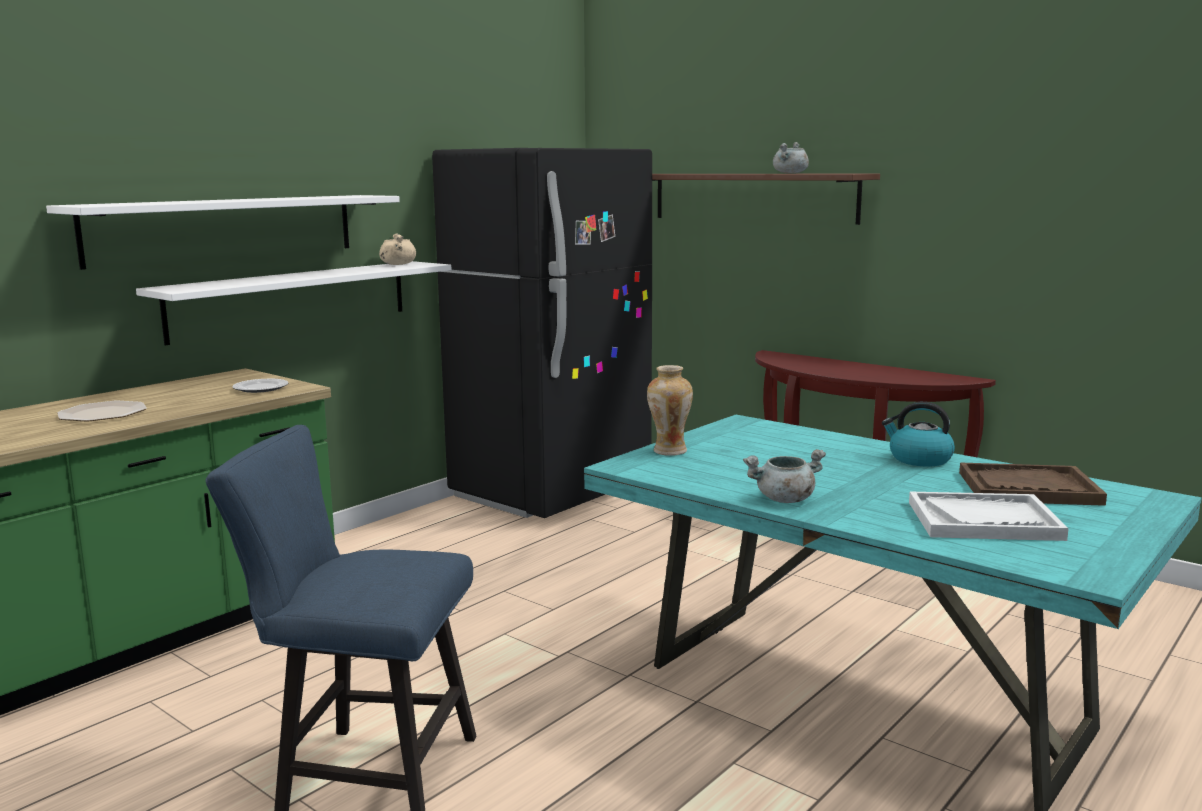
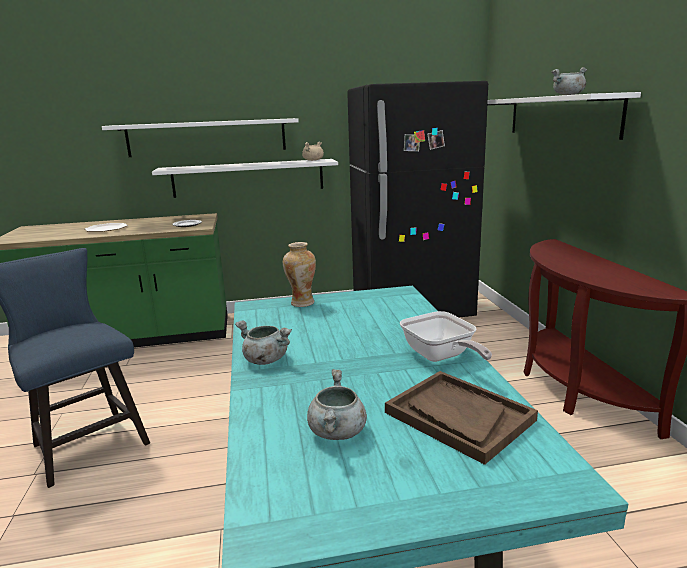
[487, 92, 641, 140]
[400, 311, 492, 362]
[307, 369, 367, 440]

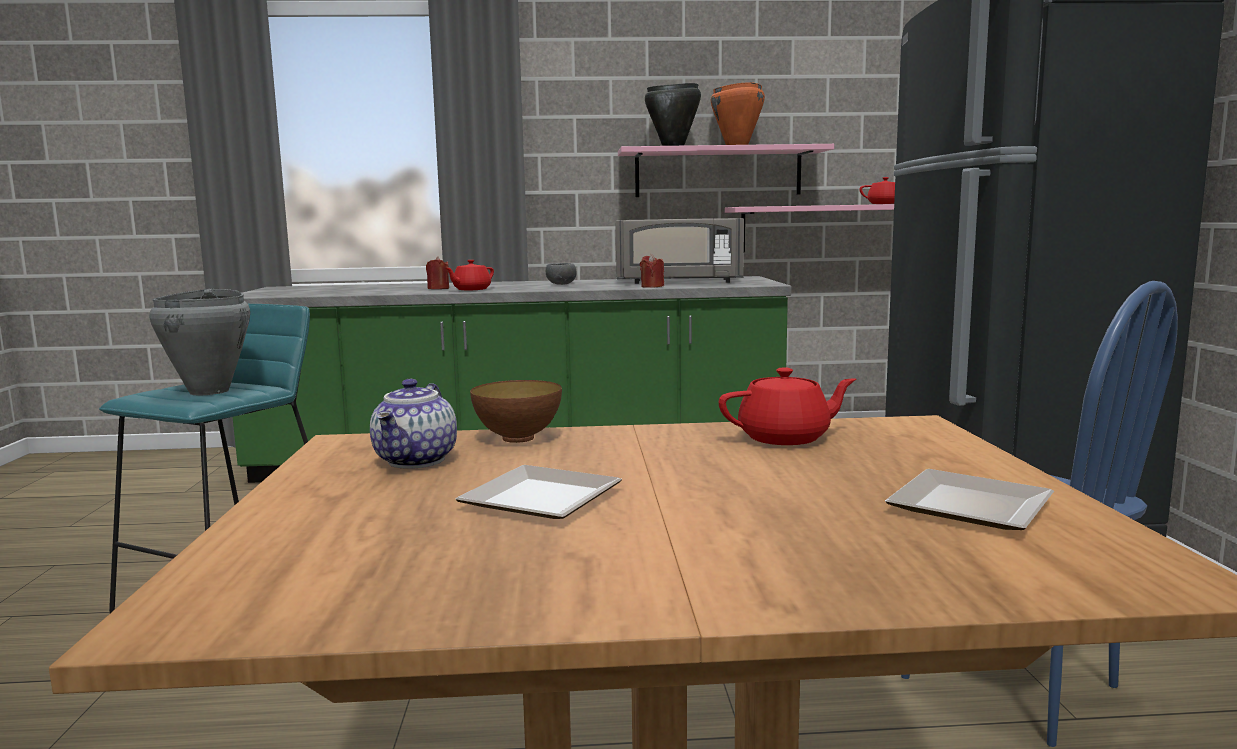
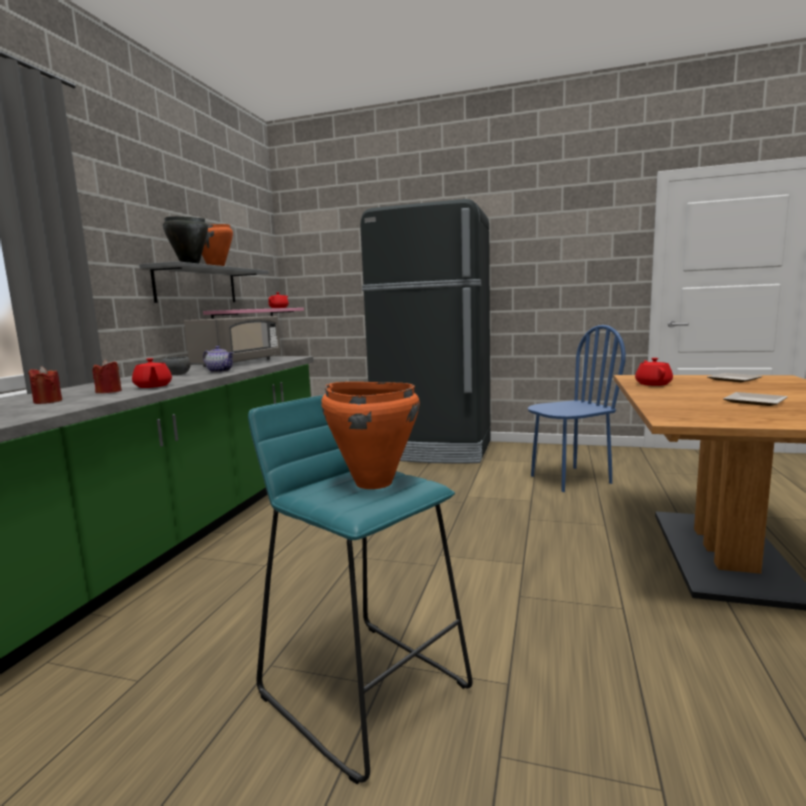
[321, 382, 420, 489]
[203, 346, 234, 373]
[470, 380, 562, 443] (first image)
[139, 261, 269, 303]
[28, 366, 62, 404]

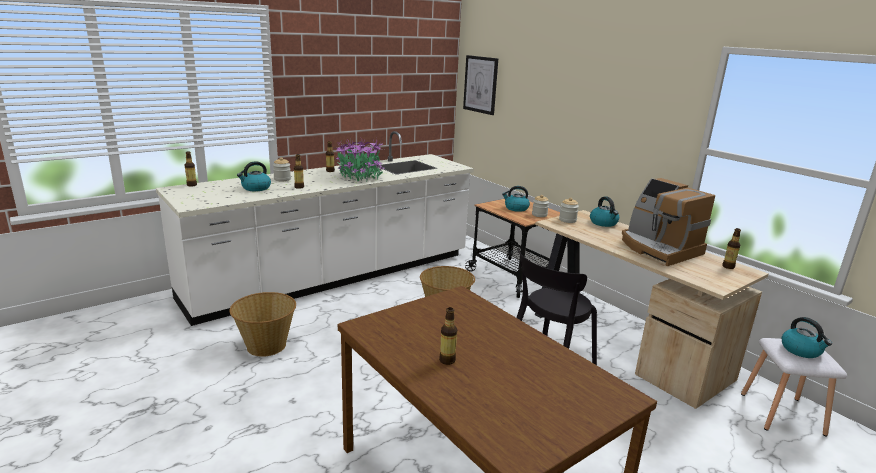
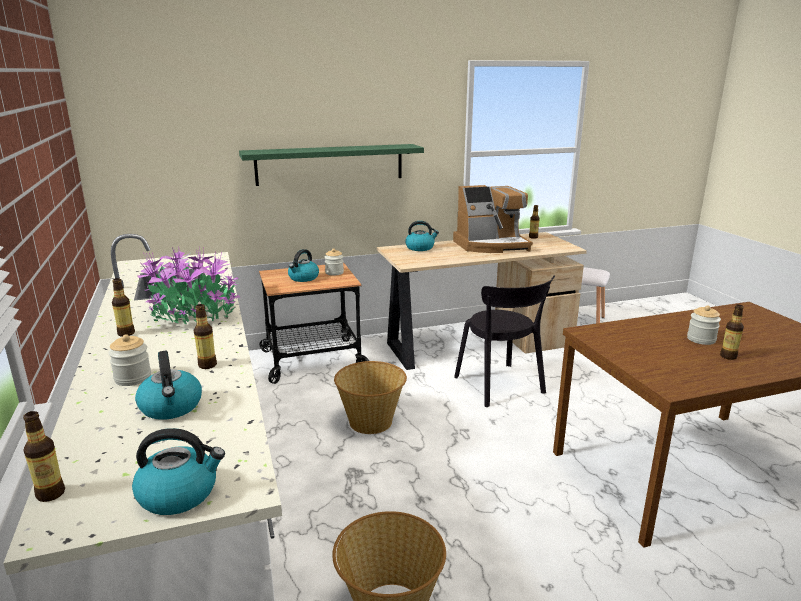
[463, 55, 498, 115] (first image)
[687, 305, 721, 345]
[132, 428, 225, 515]
[239, 144, 424, 186]

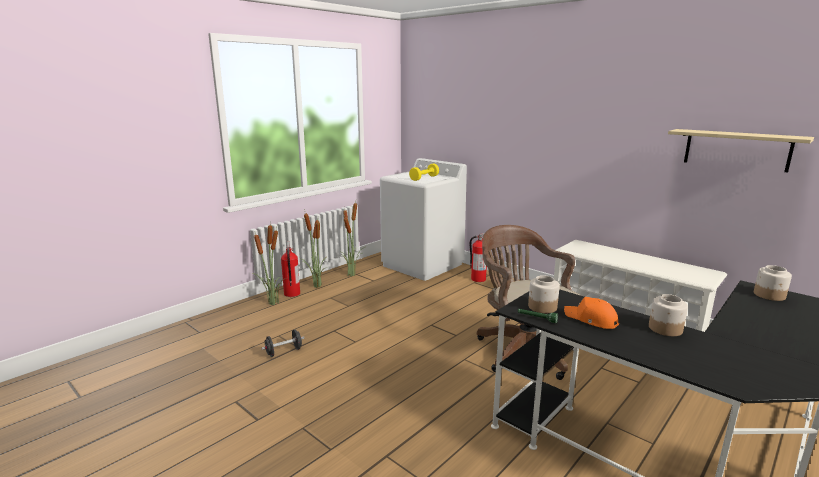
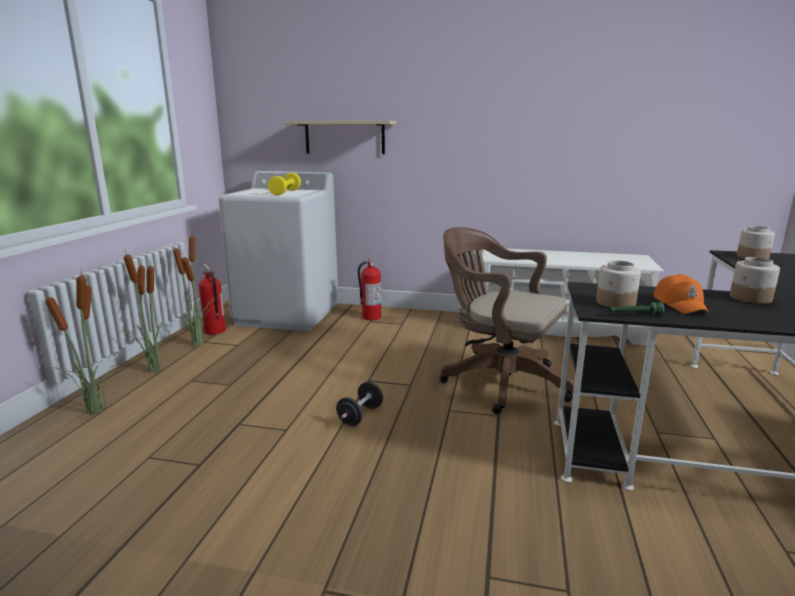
[336, 382, 383, 426]
[199, 263, 226, 335]
[653, 274, 709, 314]
[284, 121, 396, 154]

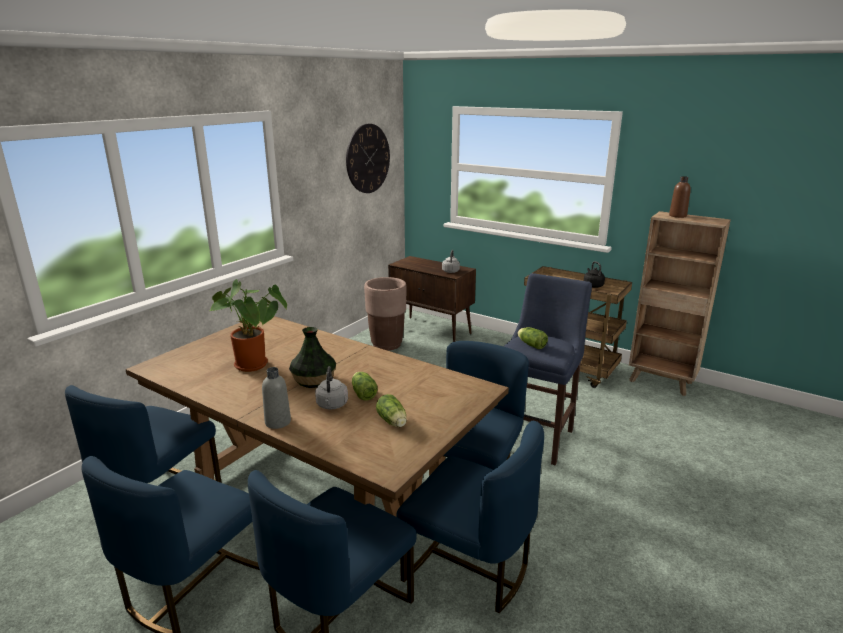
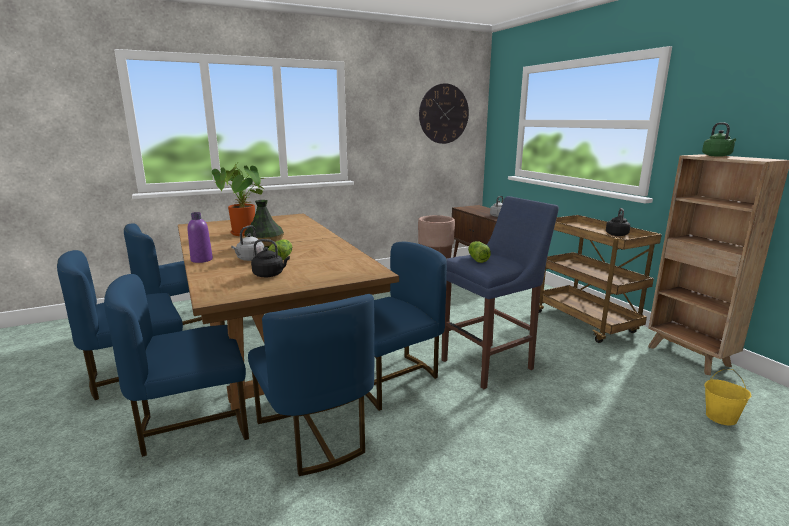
[187, 212, 213, 263]
[251, 239, 290, 277]
[702, 122, 736, 157]
[705, 369, 751, 425]

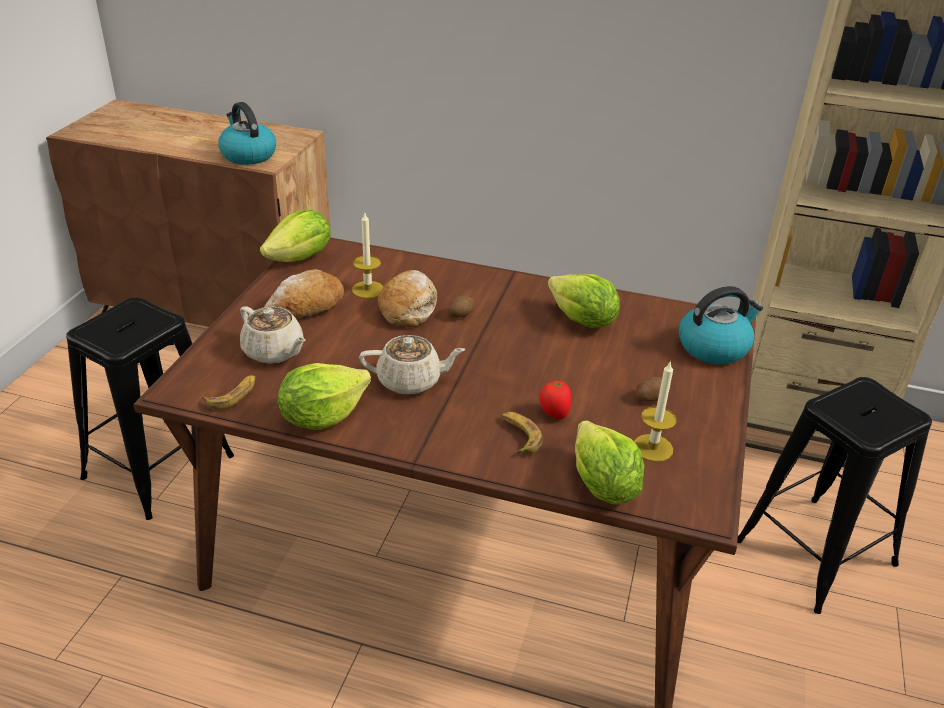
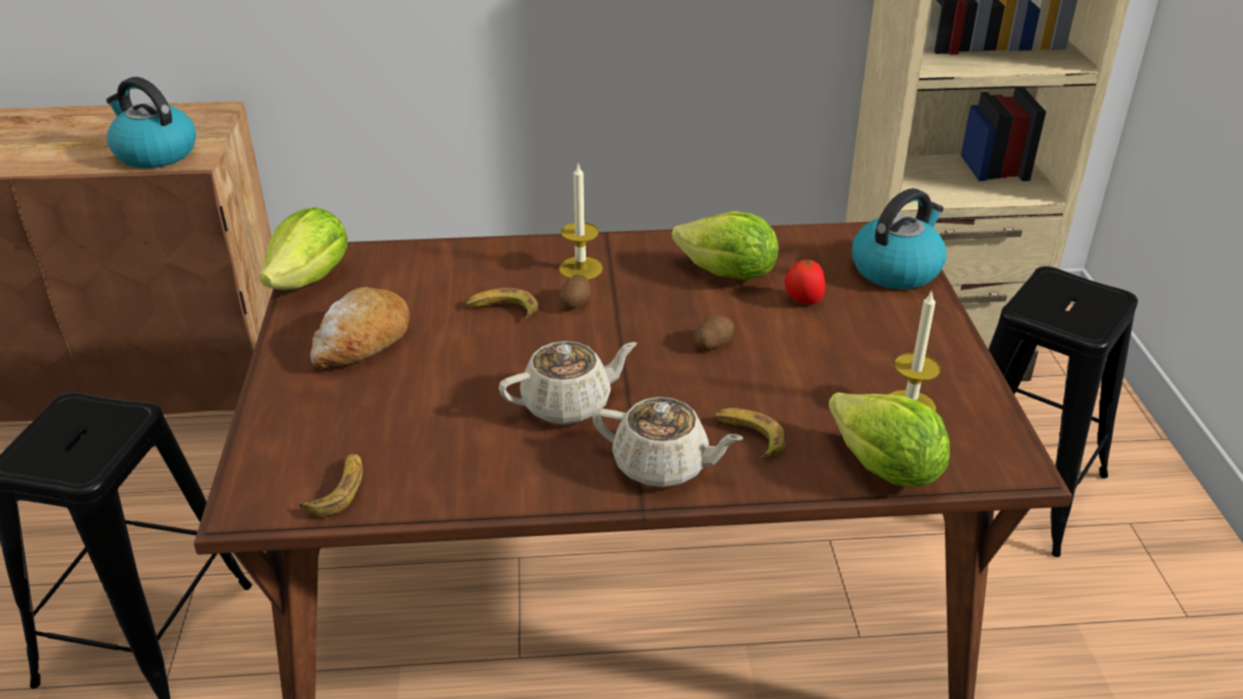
[592, 397, 744, 488]
[278, 363, 371, 430] (first image)
[559, 162, 603, 280]
[465, 288, 538, 318]
[785, 259, 825, 304]
[694, 315, 734, 350]

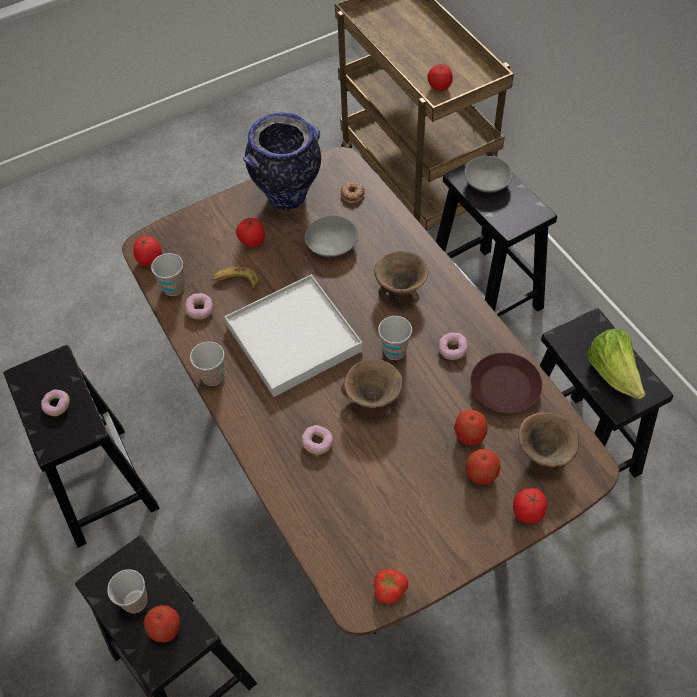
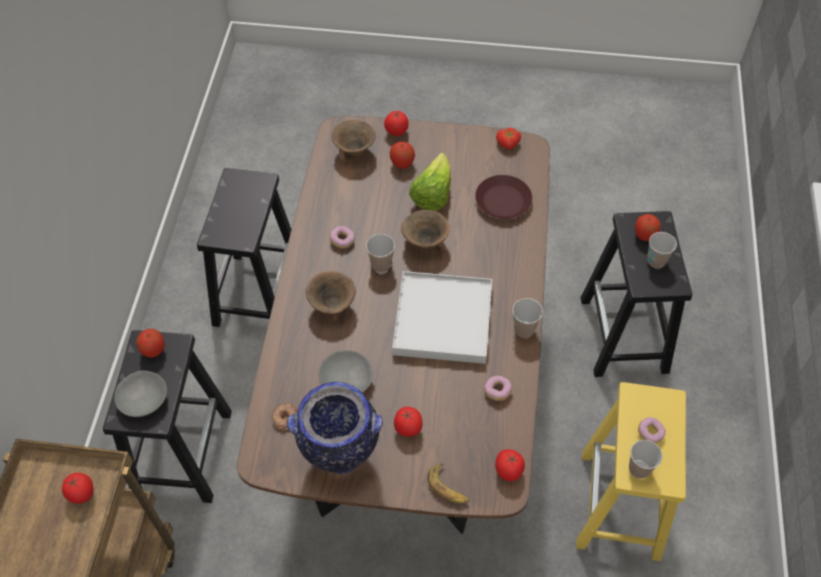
[576, 382, 686, 561]
[629, 440, 662, 479]
[427, 464, 469, 503]
[301, 425, 333, 455] (first image)
[136, 329, 165, 358]
[475, 175, 532, 219]
[409, 153, 451, 210]

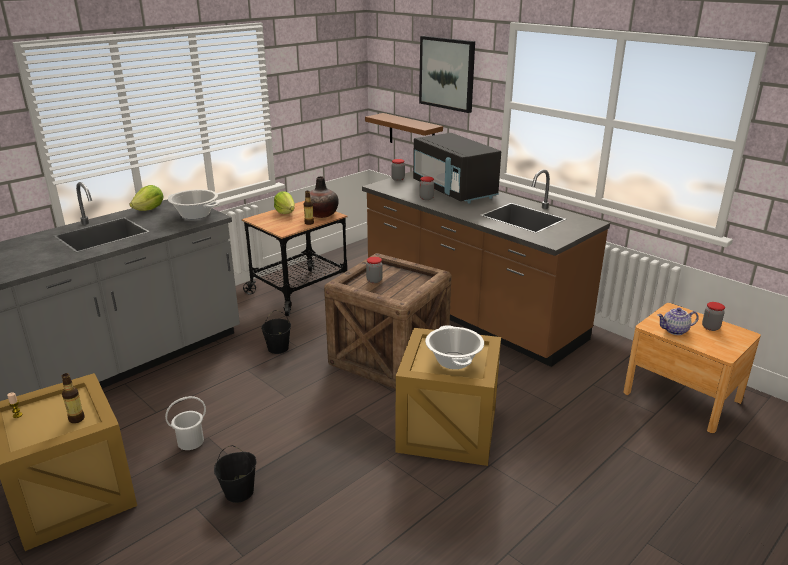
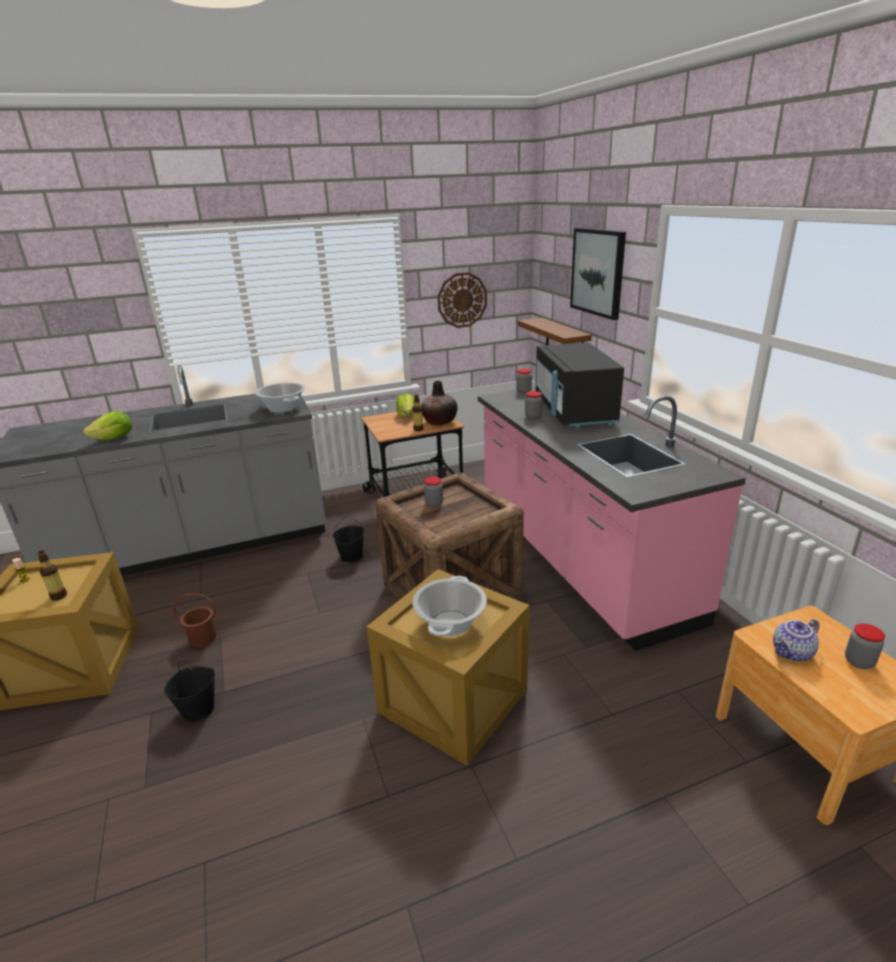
[83, 411, 132, 440]
[173, 593, 217, 648]
[478, 387, 746, 651]
[773, 619, 819, 662]
[438, 272, 487, 328]

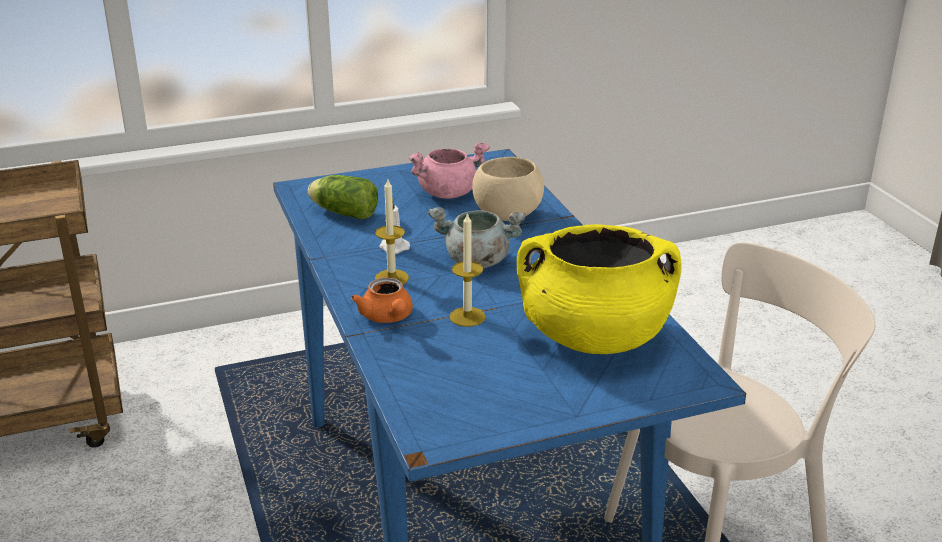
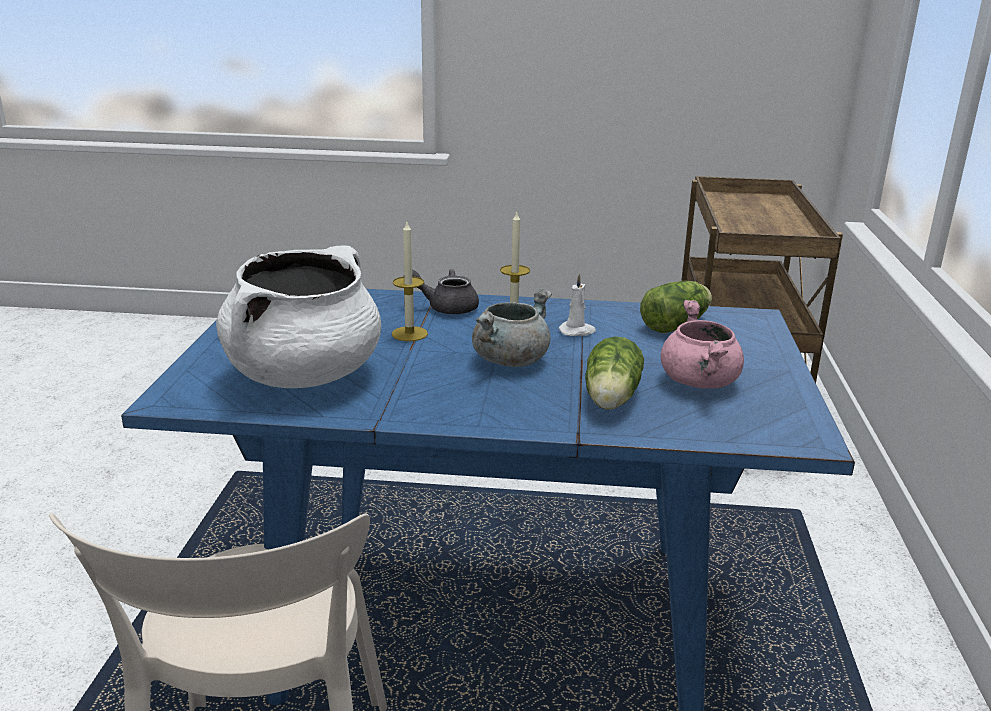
[412, 269, 479, 314]
[585, 336, 644, 410]
[216, 246, 381, 388]

